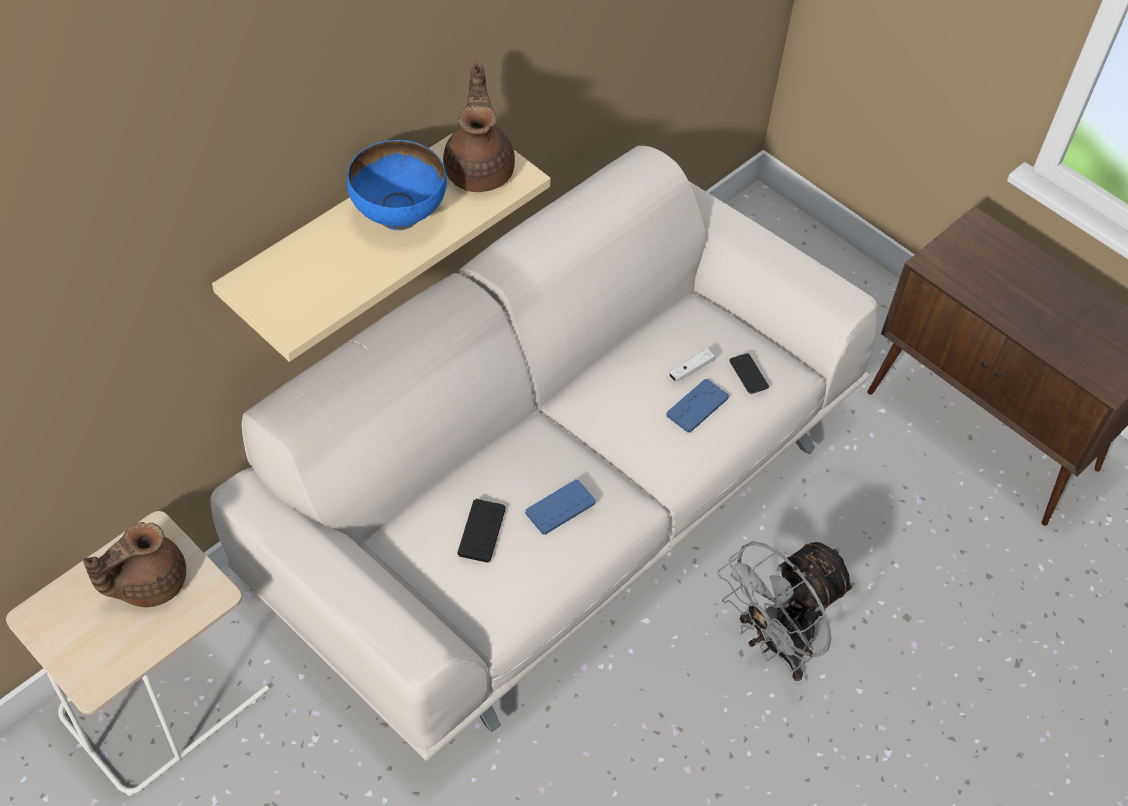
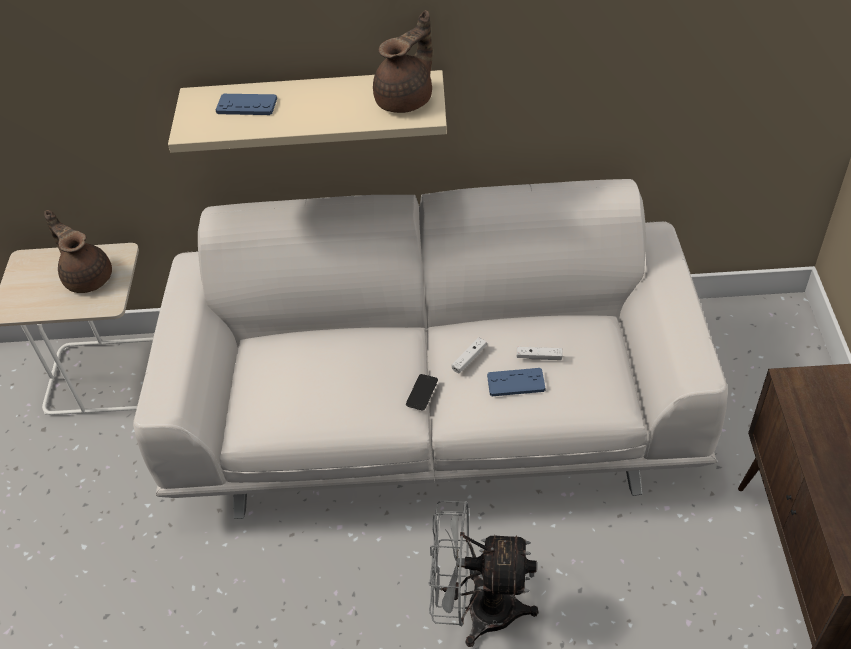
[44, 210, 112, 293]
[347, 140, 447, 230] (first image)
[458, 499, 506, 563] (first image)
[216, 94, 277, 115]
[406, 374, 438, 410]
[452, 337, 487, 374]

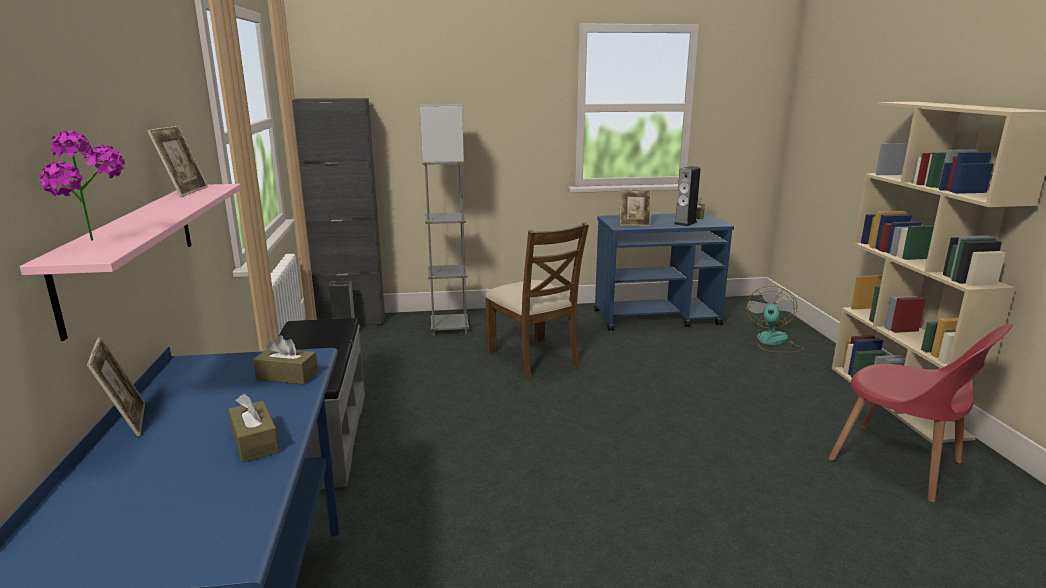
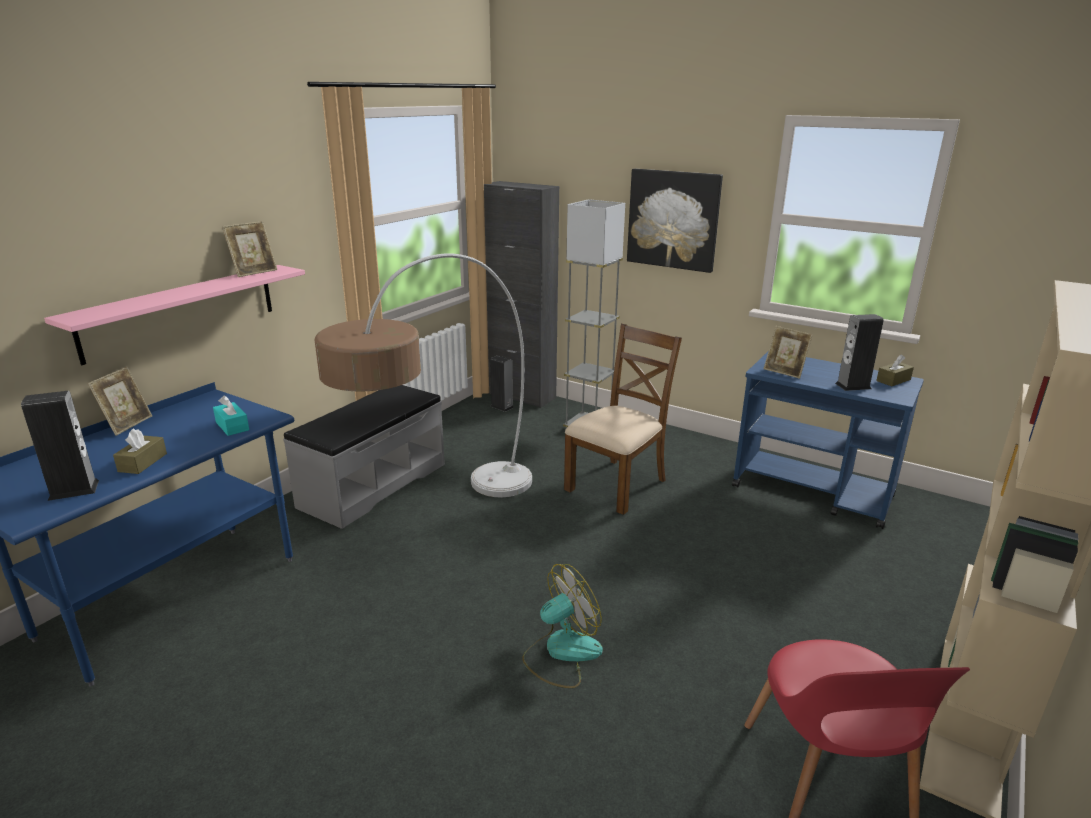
[39, 131, 125, 241] (first image)
[213, 396, 249, 436]
[564, 324, 682, 515]
[522, 564, 603, 688]
[21, 391, 99, 501]
[315, 253, 532, 497]
[627, 169, 723, 273]

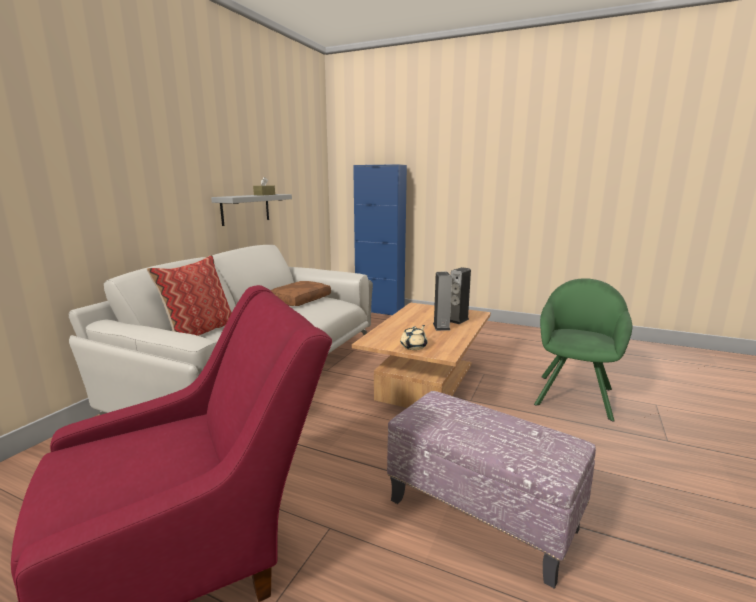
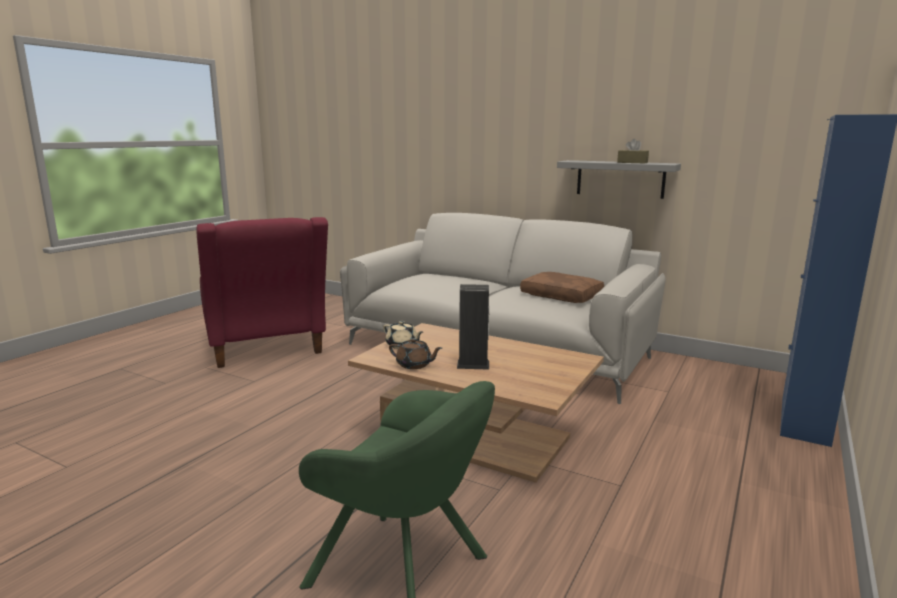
[147, 255, 232, 336] (first image)
[387, 391, 596, 589] (first image)
[450, 267, 471, 324] (first image)
[389, 338, 442, 369]

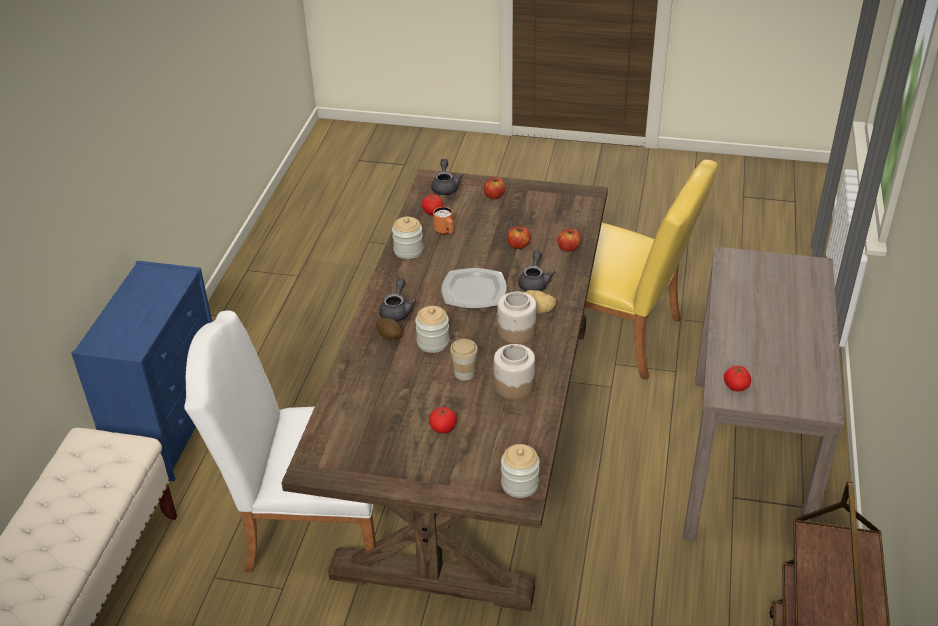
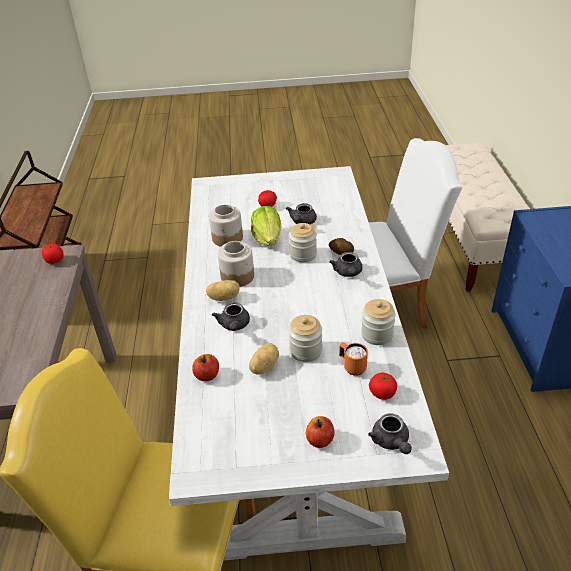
[169, 166, 449, 561]
[442, 268, 507, 309] (first image)
[251, 206, 282, 246]
[288, 315, 322, 362]
[249, 343, 279, 375]
[286, 203, 317, 224]

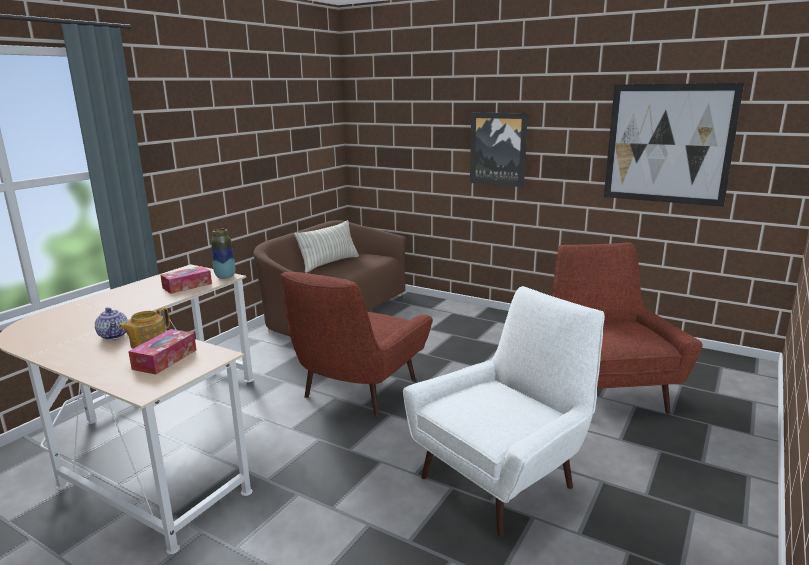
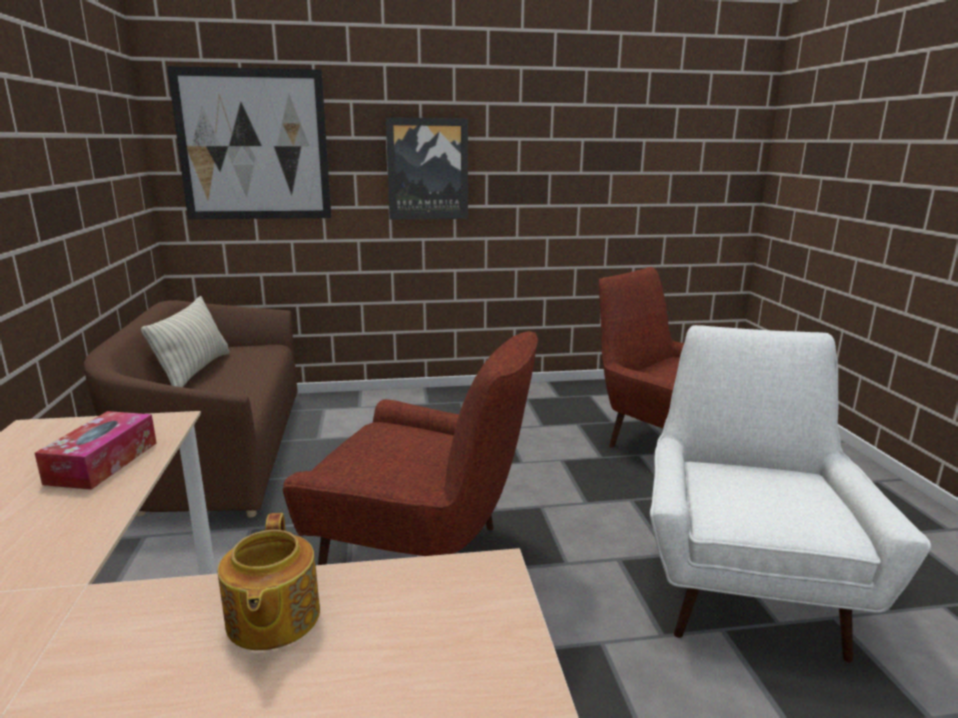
[95, 307, 128, 340] (first image)
[128, 329, 196, 375] (first image)
[211, 229, 235, 279] (first image)
[283, 331, 538, 565]
[167, 66, 331, 219]

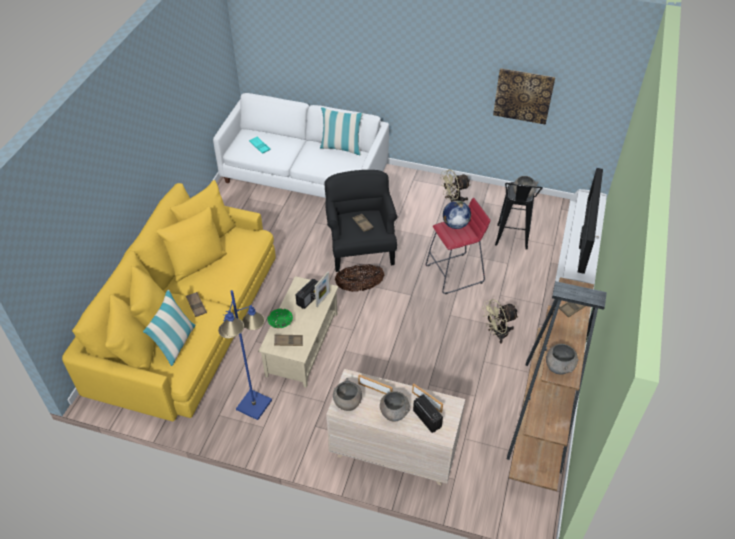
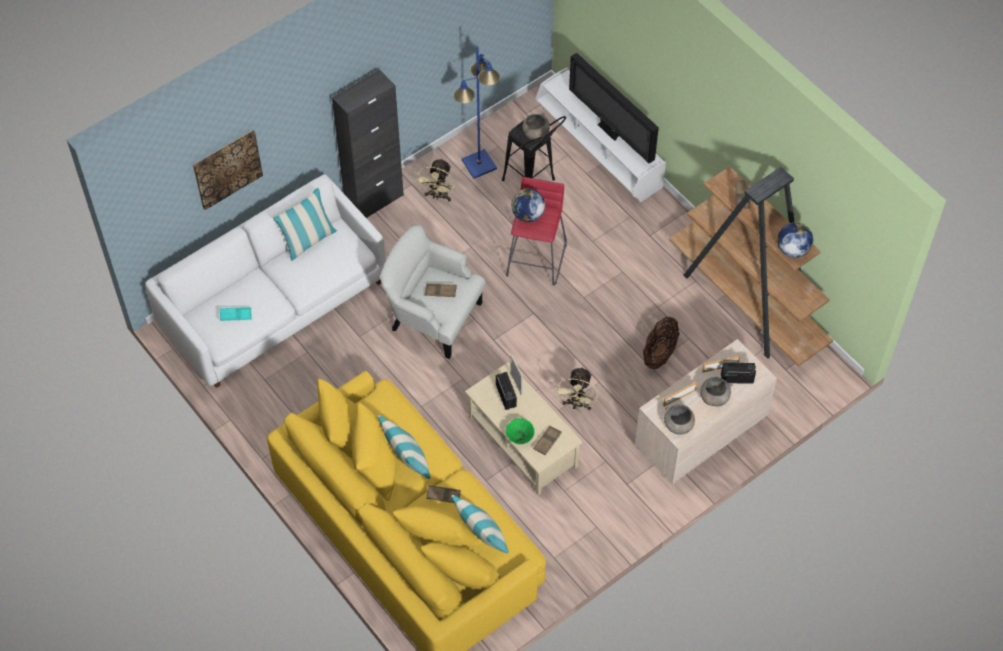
[453, 46, 500, 179]
[380, 225, 486, 359]
[643, 316, 679, 369]
[555, 366, 598, 410]
[193, 130, 263, 210]
[777, 222, 813, 258]
[332, 69, 404, 218]
[378, 415, 431, 479]

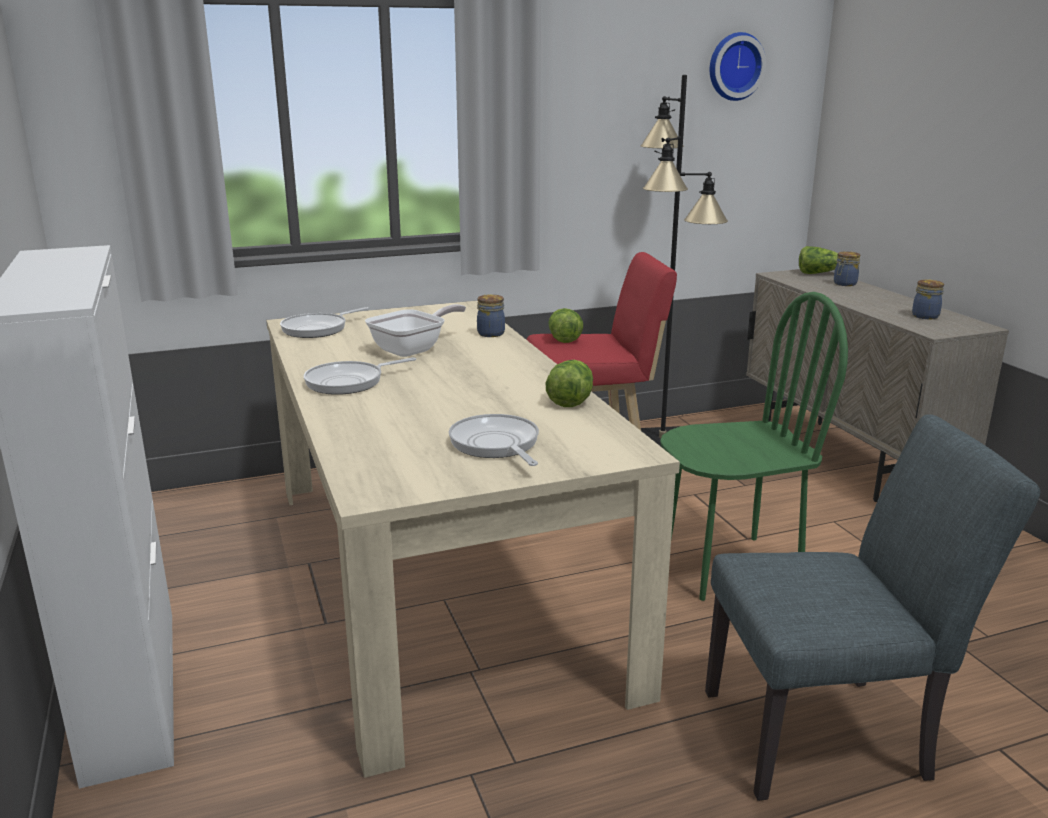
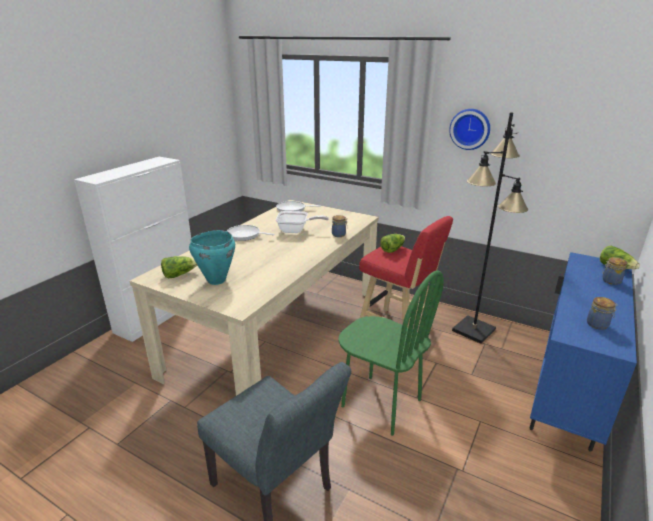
[189, 230, 235, 285]
[161, 256, 198, 278]
[449, 109, 490, 150]
[529, 252, 637, 452]

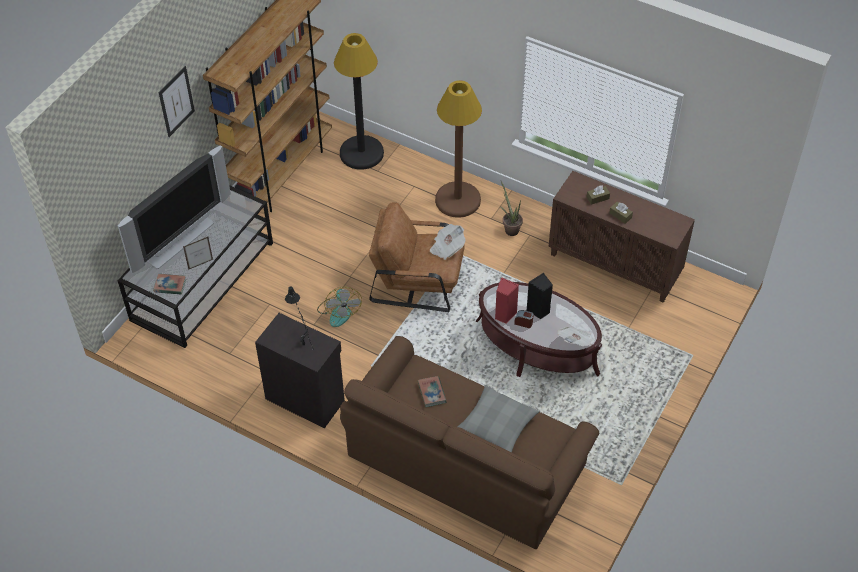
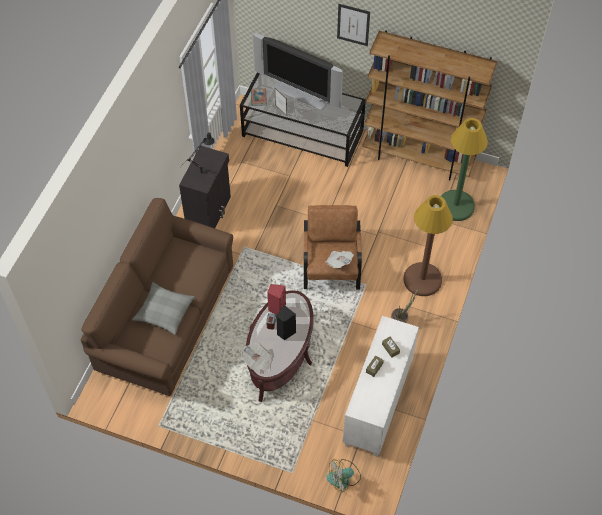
[326, 459, 361, 492]
[441, 118, 488, 221]
[418, 376, 447, 407] (first image)
[343, 316, 419, 457]

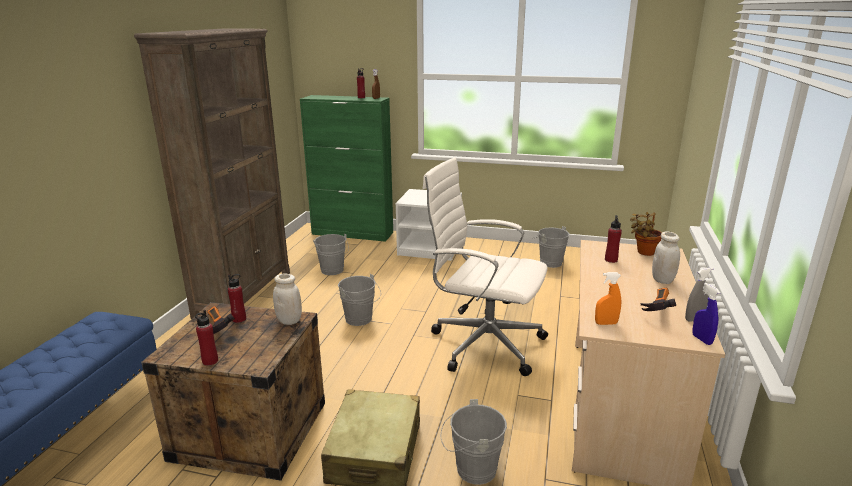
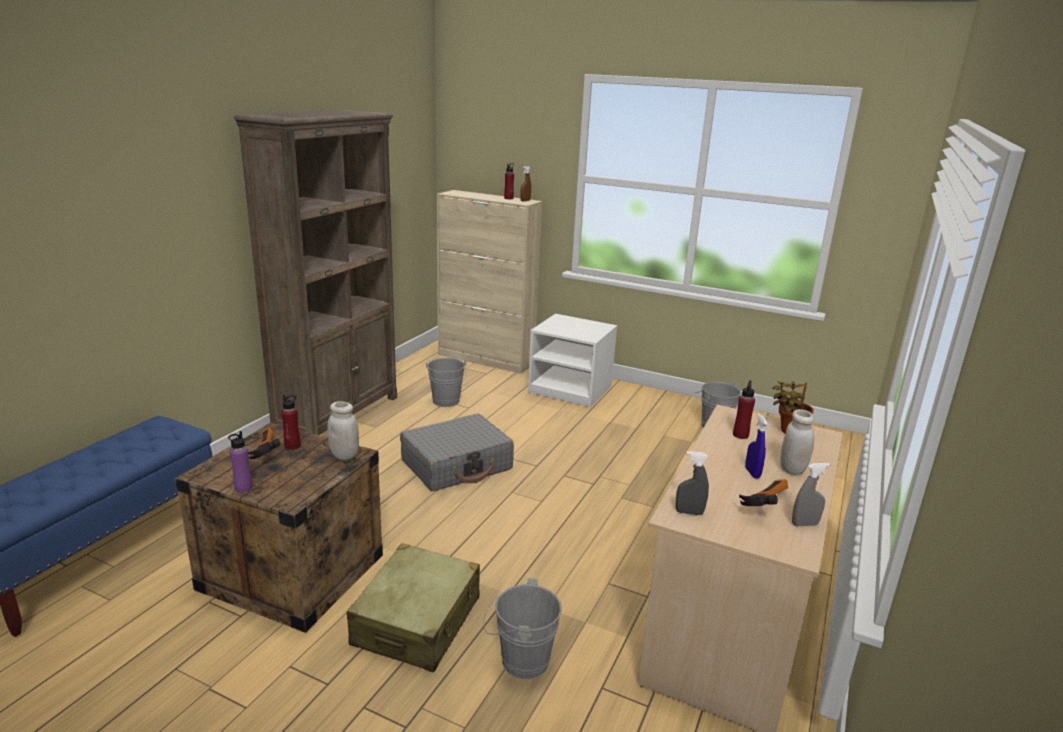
[228, 431, 252, 493]
[437, 190, 542, 374]
[400, 414, 514, 491]
[423, 157, 548, 376] (first image)
[676, 451, 709, 515]
[745, 413, 768, 479]

